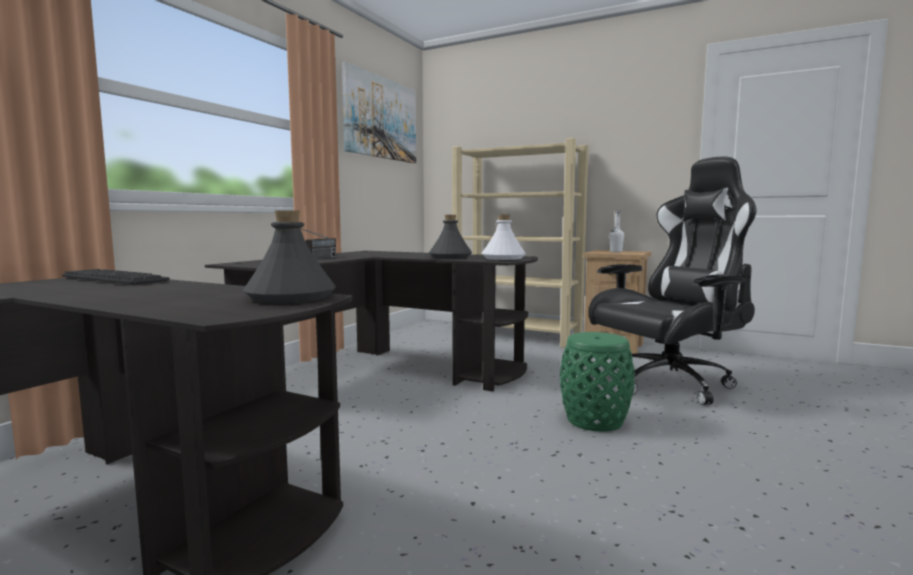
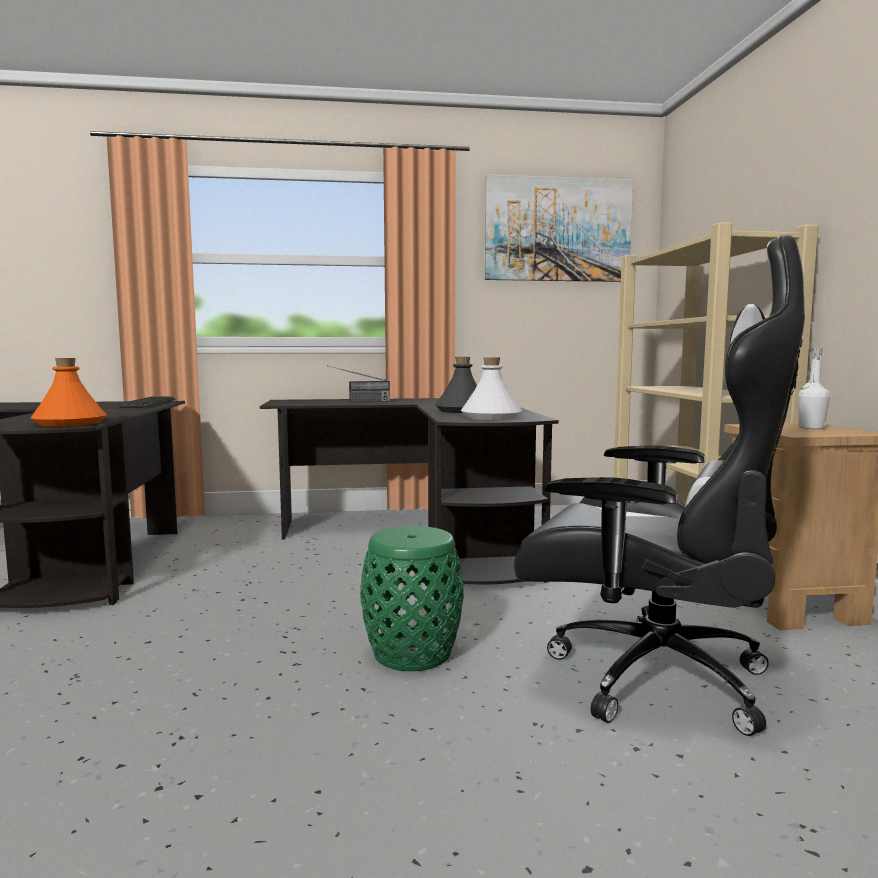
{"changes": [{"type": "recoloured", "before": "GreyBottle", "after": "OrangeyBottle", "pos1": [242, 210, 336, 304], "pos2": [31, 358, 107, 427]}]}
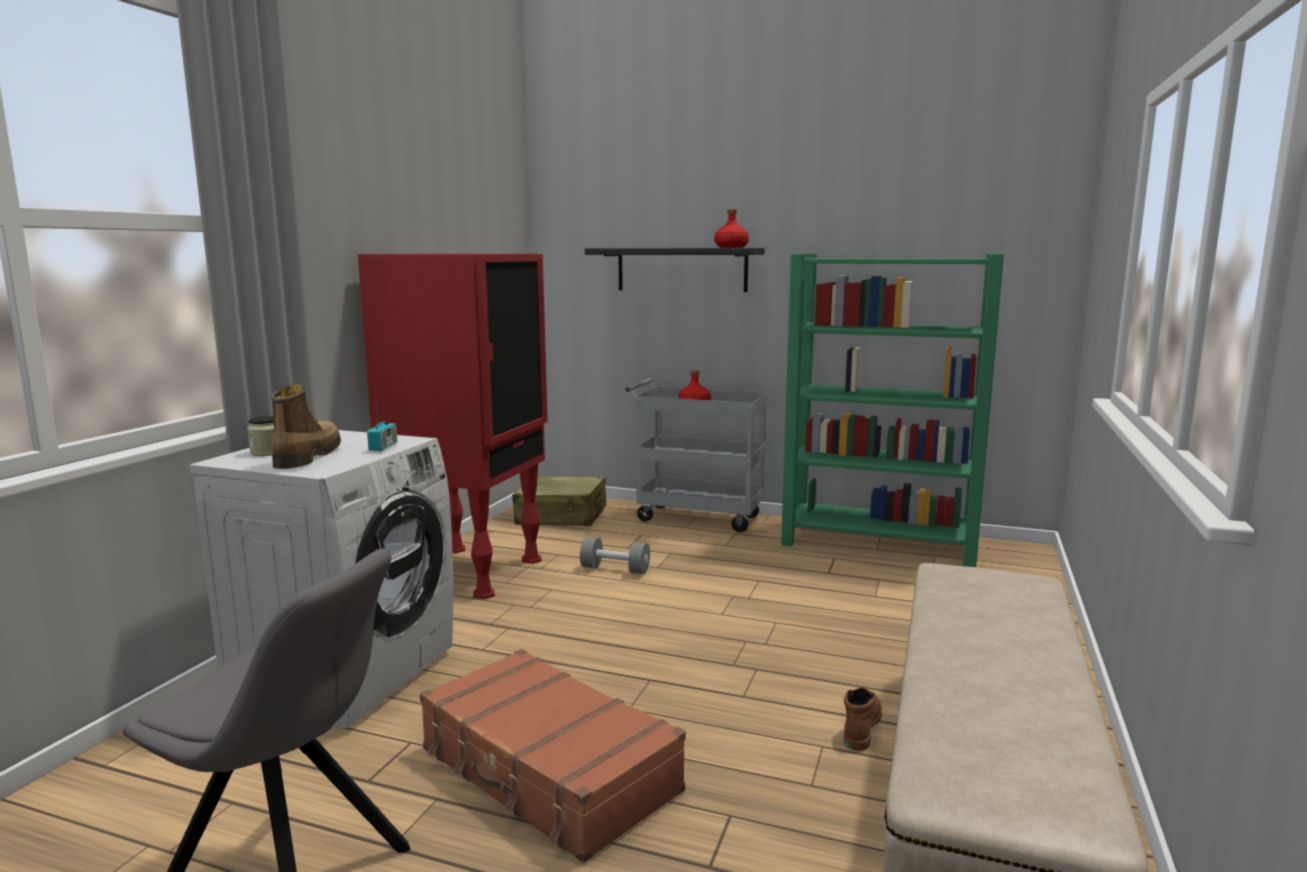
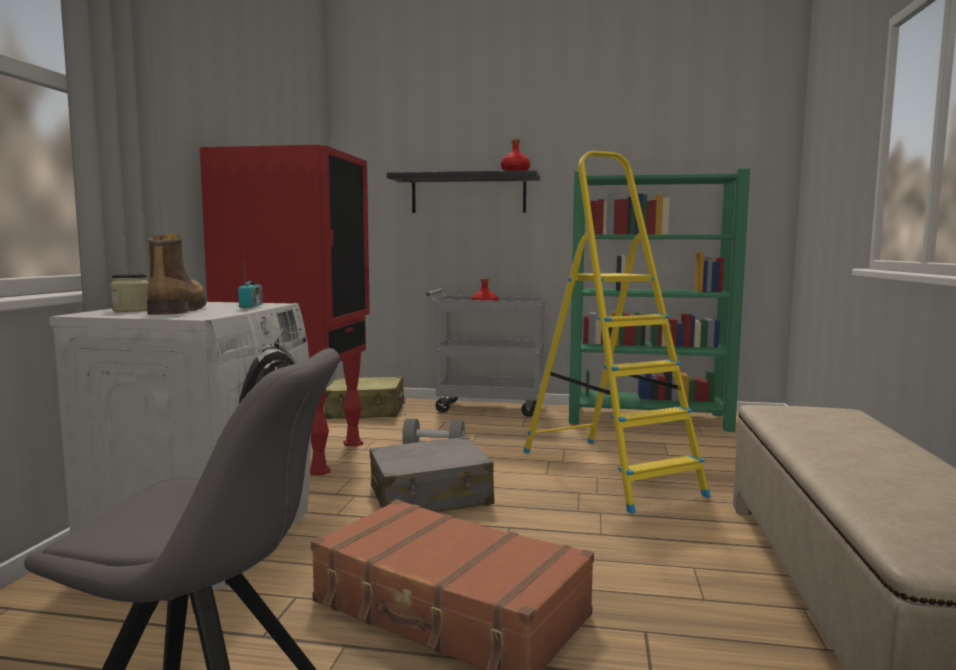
{"changes": [{"type": "removed", "before": "BrownishTallBoot", "pos1": [844, 687, 882, 751]}, {"type": "added", "after": "GreyTravelCase", "pos2": [370, 436, 494, 512]}, {"type": "added", "after": "YellowColouredStepStool", "pos2": [523, 151, 711, 513]}]}
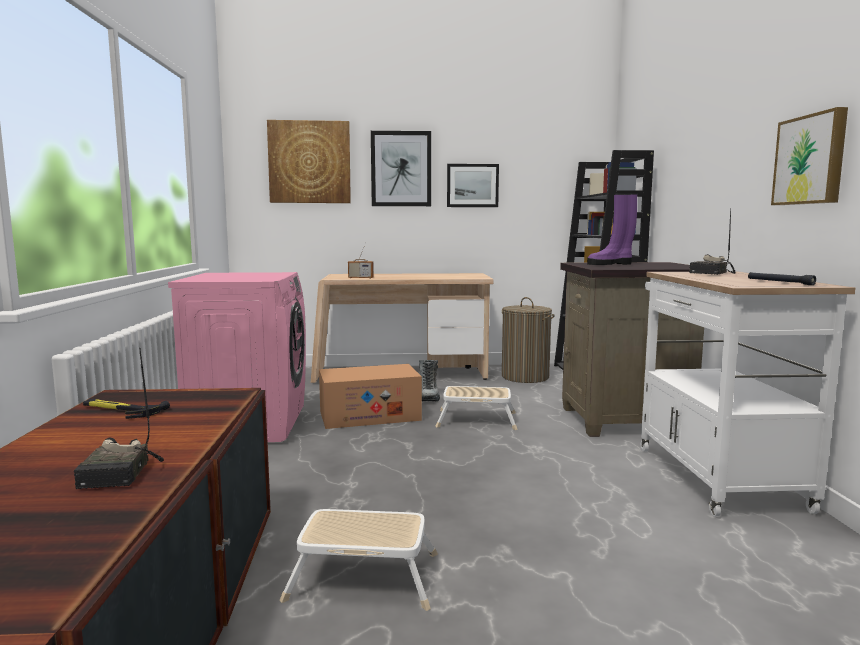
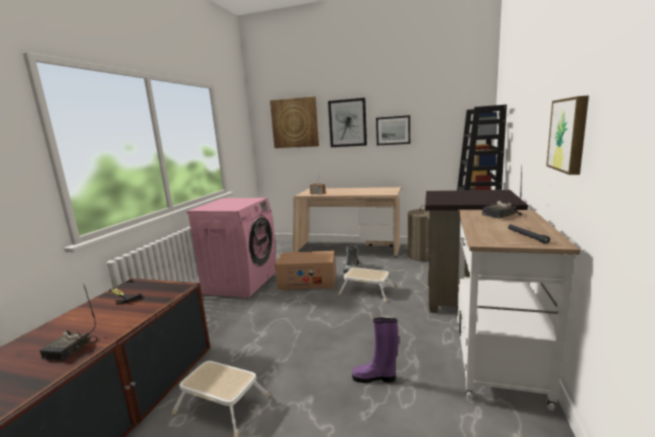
{"changes": [{"type": "moved", "before": "PurpleColouredTallBoot", "pos1": [587, 193, 637, 265], "pos2": [352, 318, 398, 383]}]}
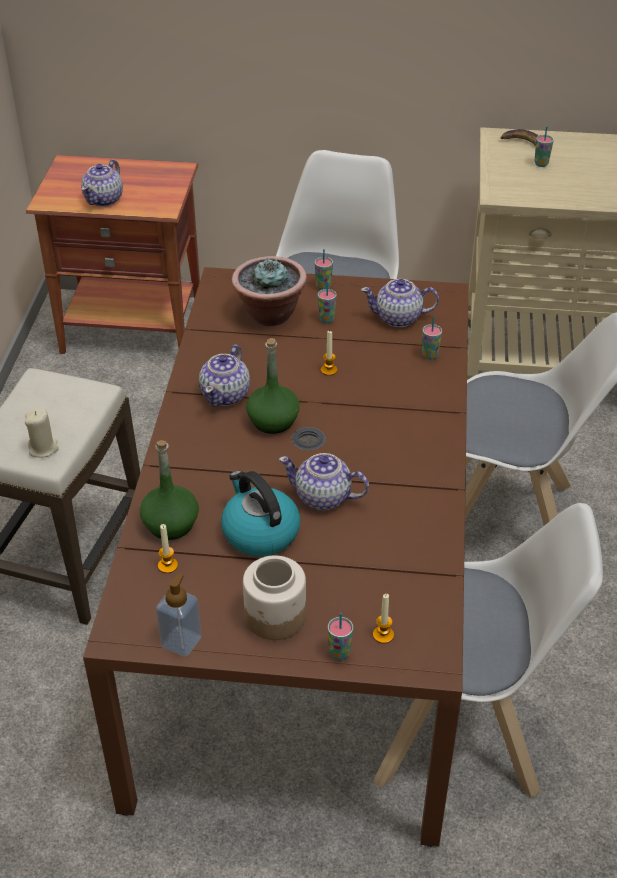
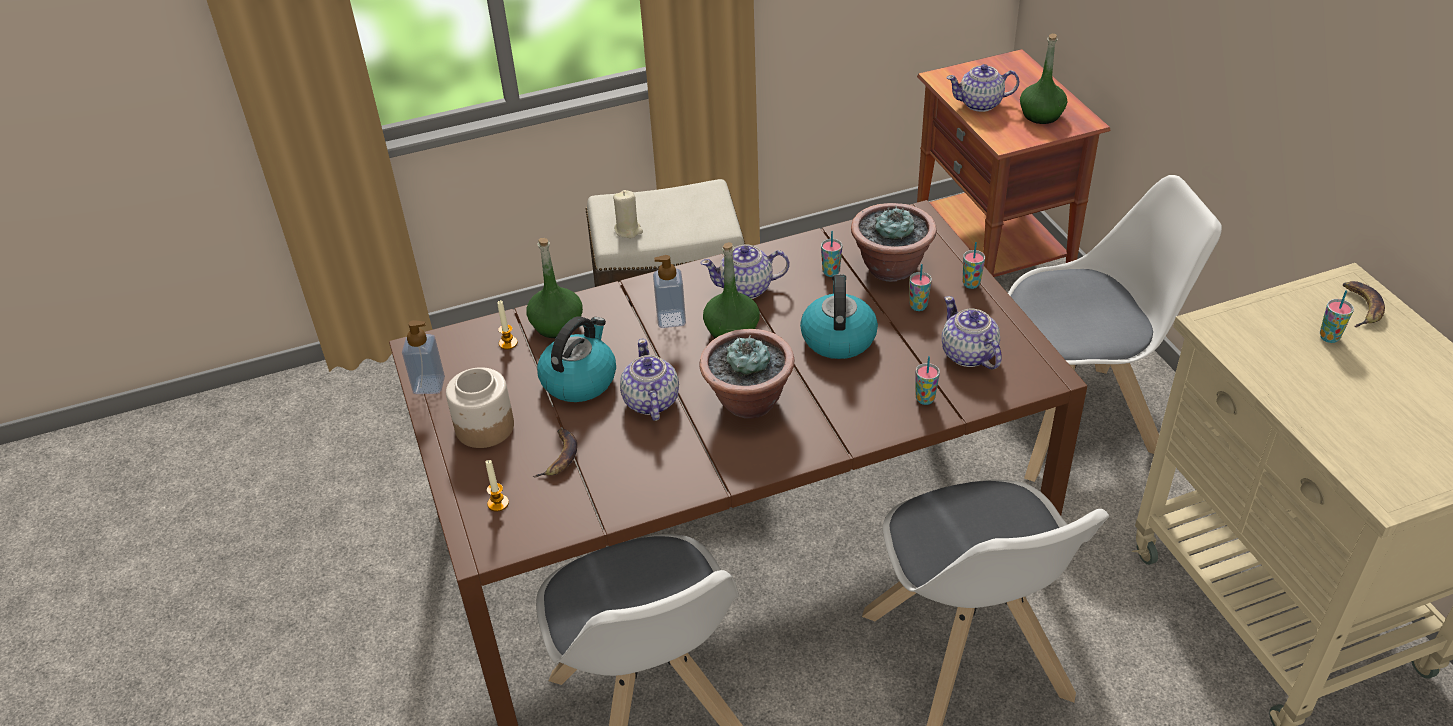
{"changes": [{"type": "replaced", "before": "WaxLight", "after": "WaterKettle", "pos1": [321, 331, 338, 376], "pos2": [800, 274, 878, 359]}, {"type": "moved", "before": "SmallCup", "pos1": [328, 613, 353, 660], "pos2": [821, 231, 842, 277]}, {"type": "added", "after": "BananaFruit", "pos2": [533, 429, 577, 478]}, {"type": "added", "after": "SoapBottle", "pos2": [653, 255, 686, 328]}, {"type": "added", "after": "Houseplant", "pos2": [699, 329, 794, 419]}, {"type": "added", "after": "GreenColouredBottle", "pos2": [1020, 34, 1067, 124]}]}
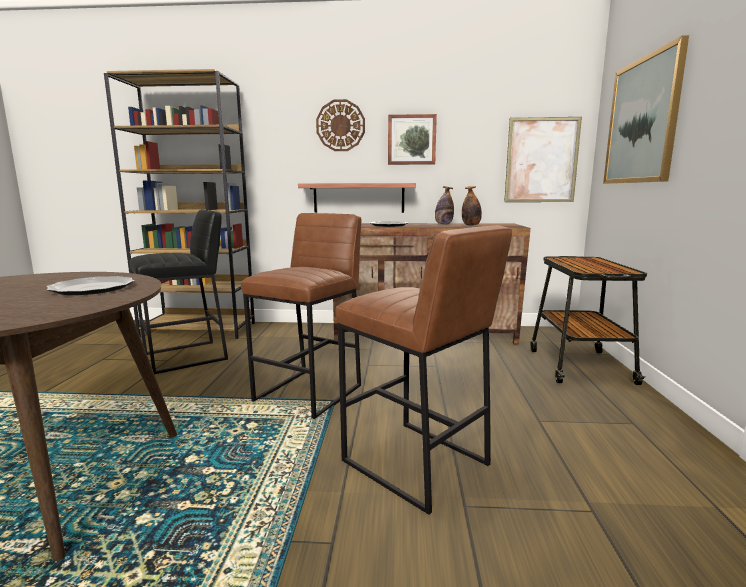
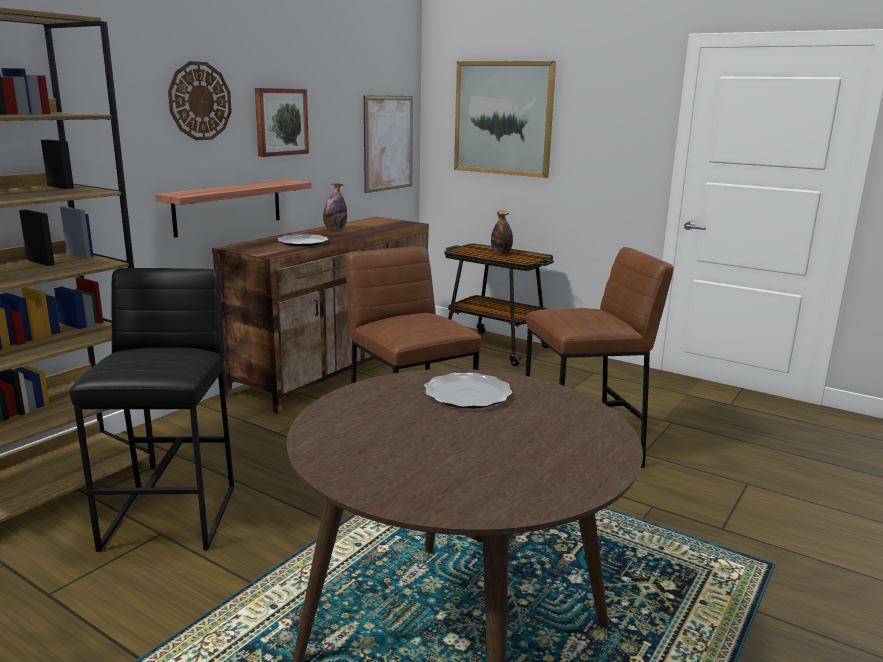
{"changes": [{"type": "moved", "before": "Bottle", "pos1": [462, 186, 482, 226], "pos2": [491, 210, 513, 254]}]}
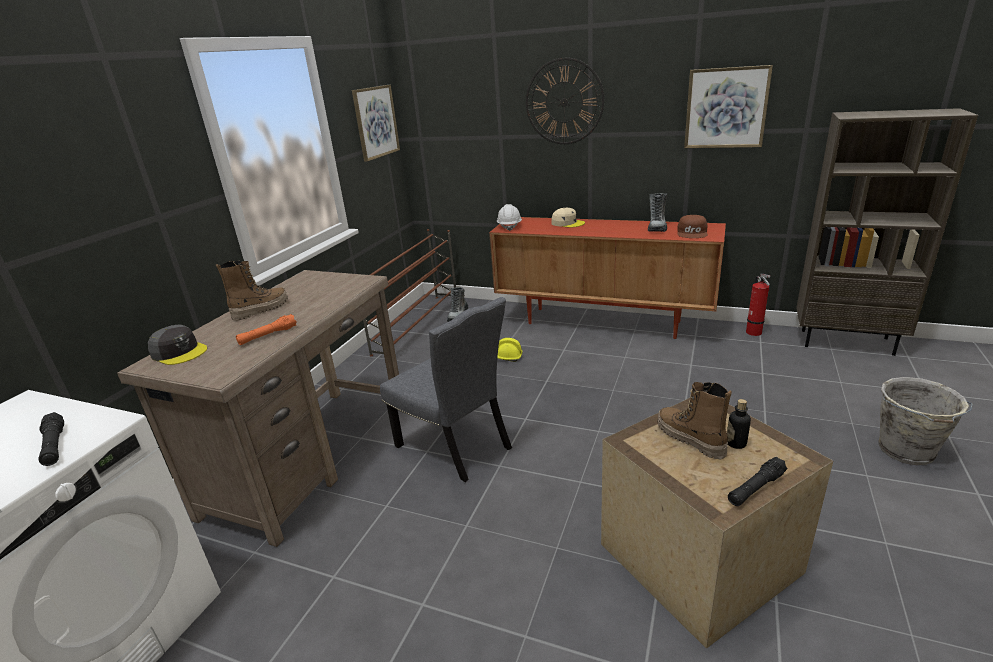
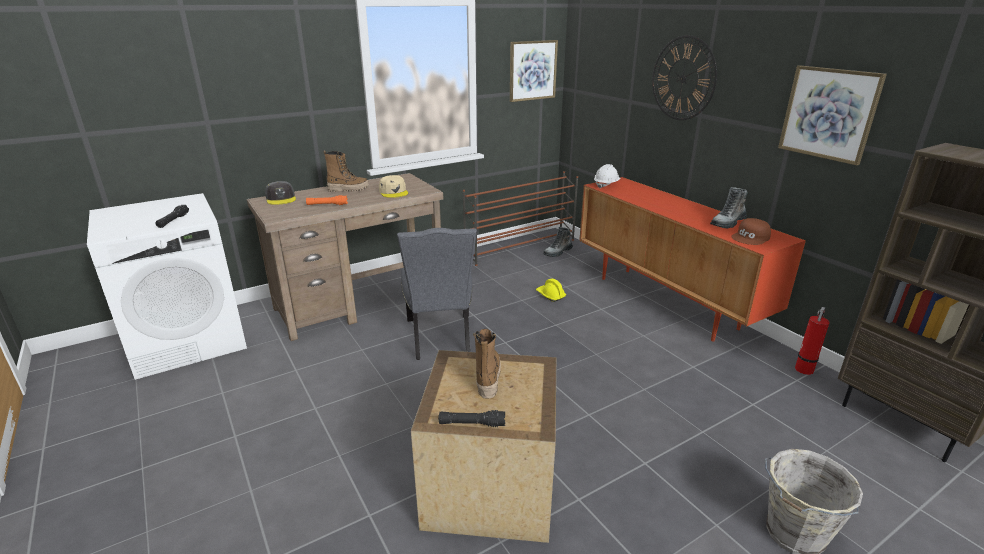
{"changes": [{"type": "moved", "before": "SandColouredBaseballCap", "pos1": [551, 208, 585, 228], "pos2": [379, 175, 408, 198]}, {"type": "removed", "before": "Bottle", "pos1": [727, 399, 751, 449]}]}
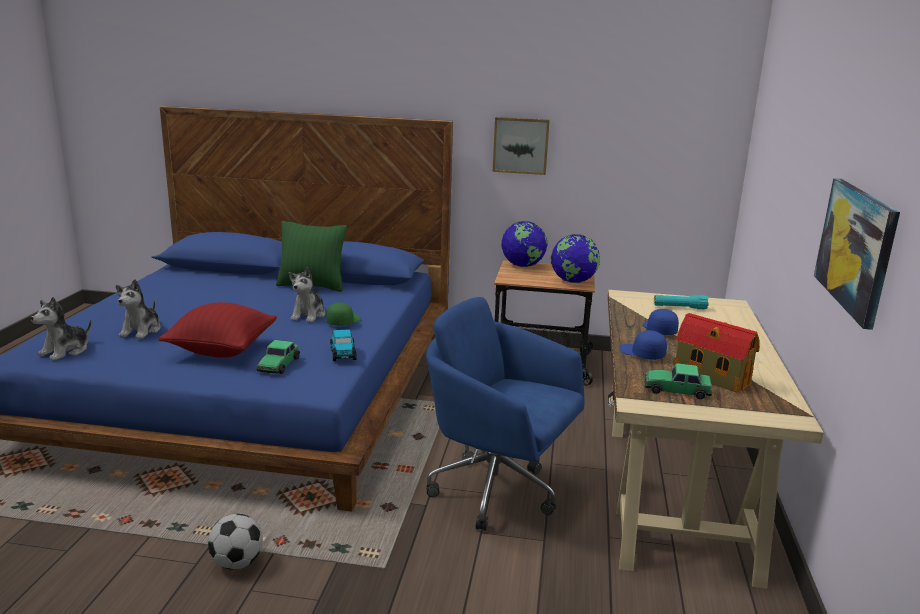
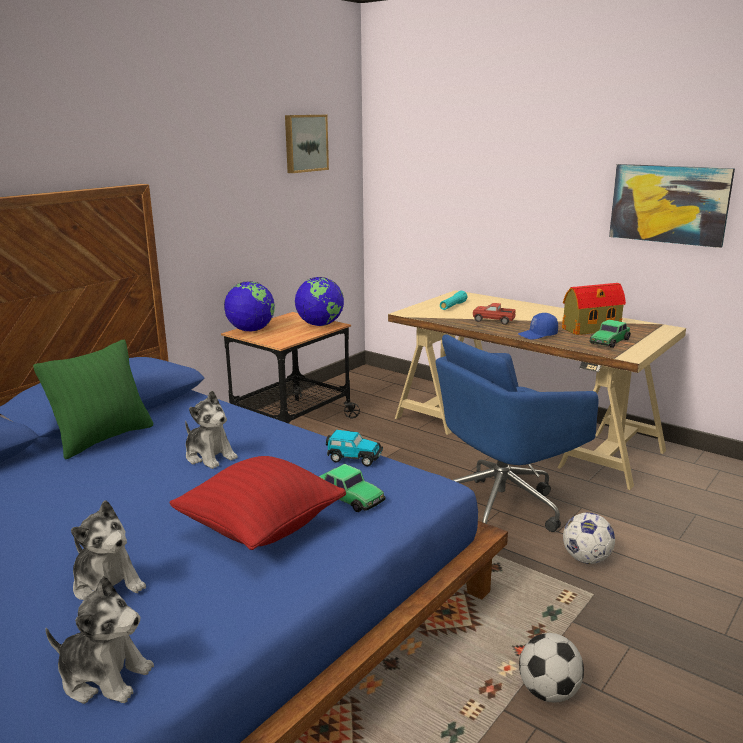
{"changes": [{"type": "turned", "before": "CuddlyToy", "pos1": [31, 297, 92, 361], "pos2": [45, 576, 154, 704], "turn": -45}, {"type": "removed", "before": "GreenColouredBaseballCap", "pos1": [326, 303, 361, 326]}, {"type": "moved", "before": "WallPicture", "pos1": [493, 117, 550, 175], "pos2": [285, 115, 329, 173]}, {"type": "replaced", "before": "BluishBaseballCap", "after": "ModelTruck", "pos1": [643, 309, 679, 335], "pos2": [473, 303, 516, 325]}, {"type": "added", "after": "Football", "pos2": [563, 512, 615, 564]}]}
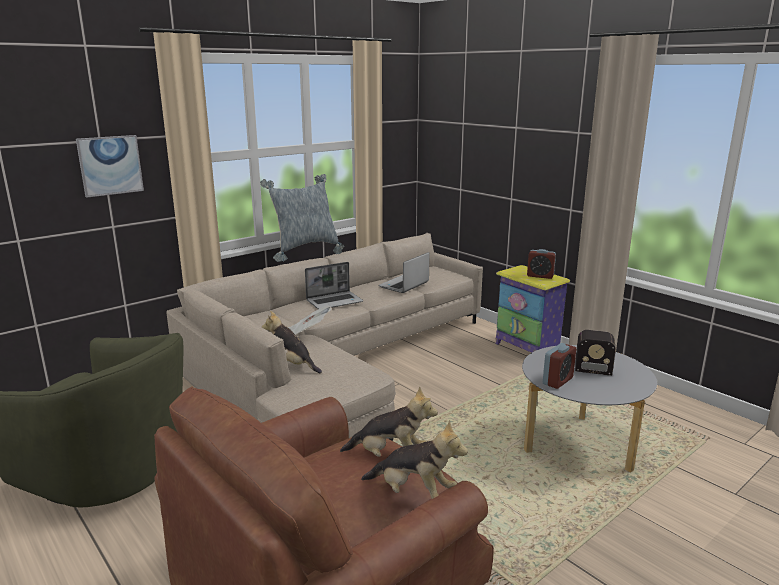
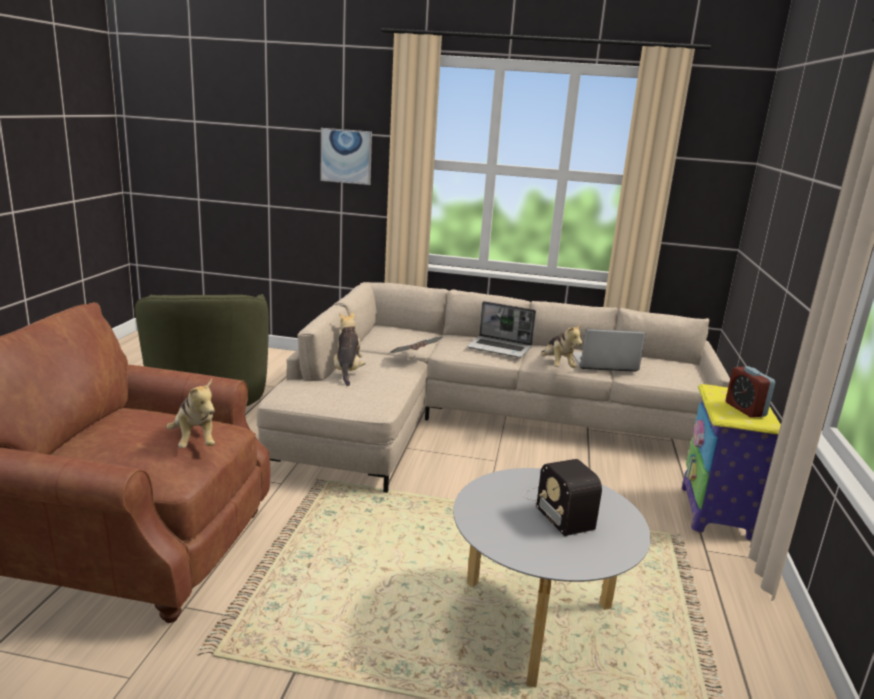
{"changes": [{"type": "removed", "before": "Pillow", "pos1": [260, 174, 344, 262]}, {"type": "moved", "before": "CuddlyToy", "pos1": [361, 420, 468, 499], "pos2": [541, 323, 582, 368]}, {"type": "removed", "before": "BedsideClock", "pos1": [543, 343, 576, 389]}]}
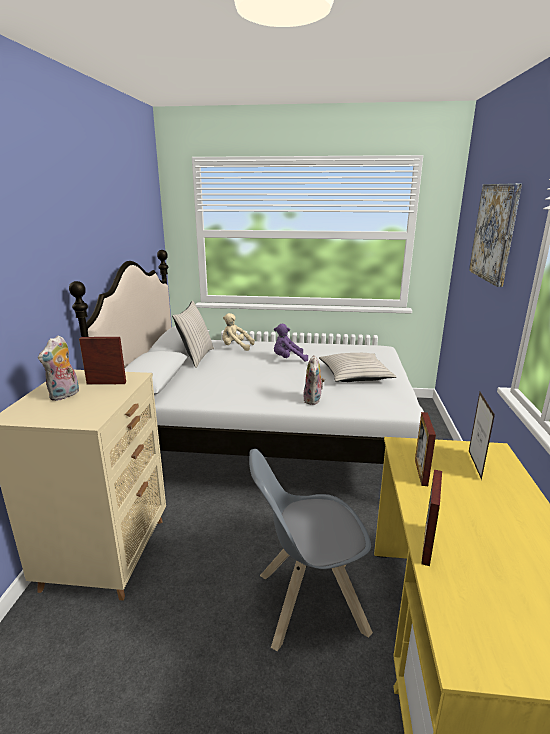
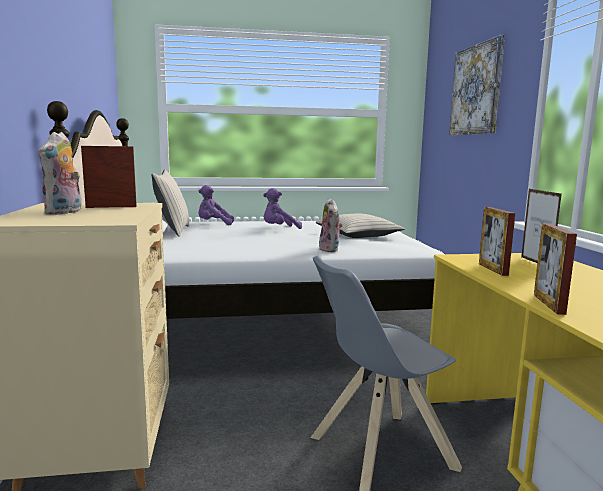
{"changes": [{"type": "recoloured", "before": "SandColouredCuddlyToy", "after": "PurpleColouredCuddlyToy", "pos1": [223, 313, 255, 351], "pos2": [198, 185, 234, 225]}]}
